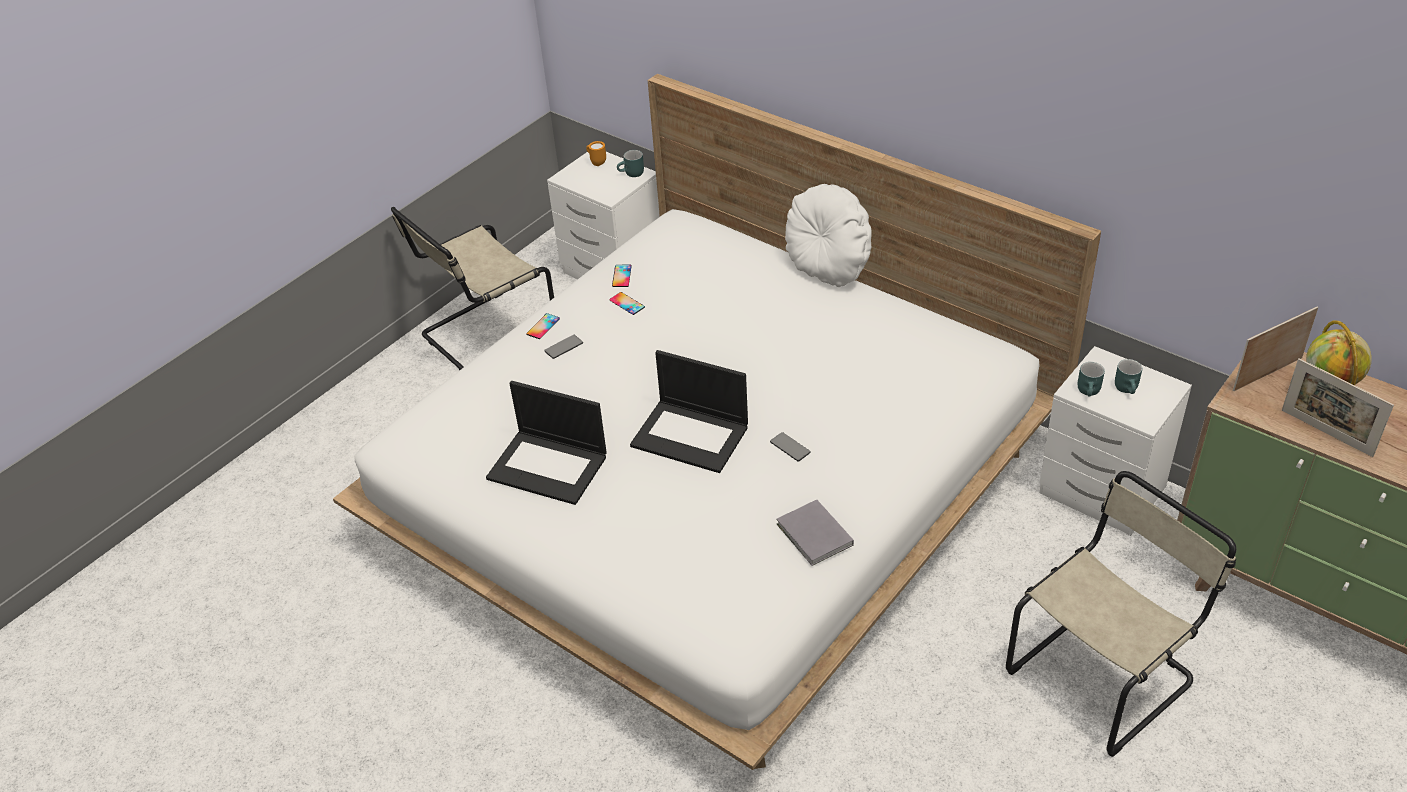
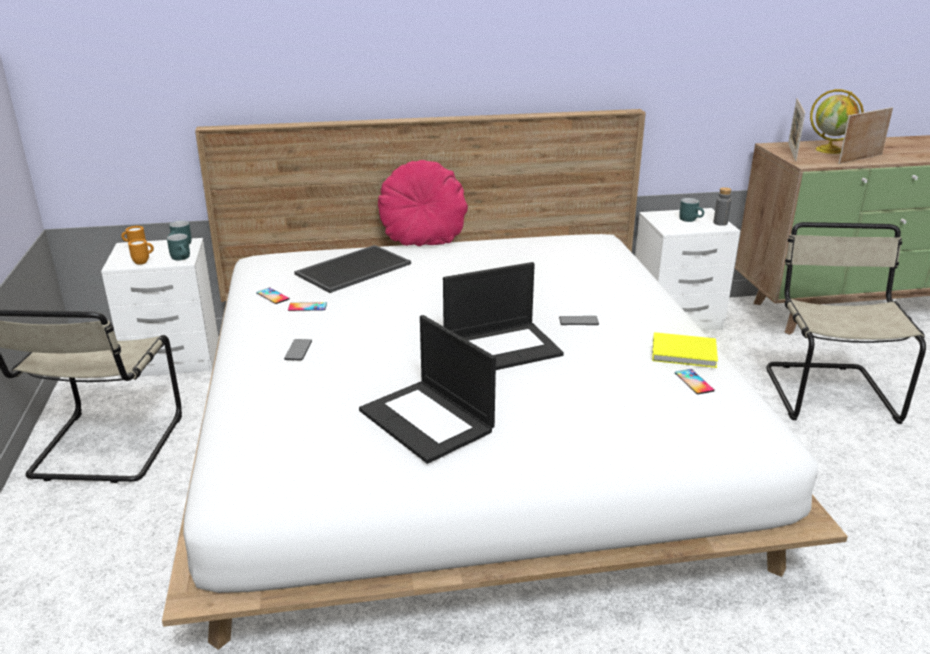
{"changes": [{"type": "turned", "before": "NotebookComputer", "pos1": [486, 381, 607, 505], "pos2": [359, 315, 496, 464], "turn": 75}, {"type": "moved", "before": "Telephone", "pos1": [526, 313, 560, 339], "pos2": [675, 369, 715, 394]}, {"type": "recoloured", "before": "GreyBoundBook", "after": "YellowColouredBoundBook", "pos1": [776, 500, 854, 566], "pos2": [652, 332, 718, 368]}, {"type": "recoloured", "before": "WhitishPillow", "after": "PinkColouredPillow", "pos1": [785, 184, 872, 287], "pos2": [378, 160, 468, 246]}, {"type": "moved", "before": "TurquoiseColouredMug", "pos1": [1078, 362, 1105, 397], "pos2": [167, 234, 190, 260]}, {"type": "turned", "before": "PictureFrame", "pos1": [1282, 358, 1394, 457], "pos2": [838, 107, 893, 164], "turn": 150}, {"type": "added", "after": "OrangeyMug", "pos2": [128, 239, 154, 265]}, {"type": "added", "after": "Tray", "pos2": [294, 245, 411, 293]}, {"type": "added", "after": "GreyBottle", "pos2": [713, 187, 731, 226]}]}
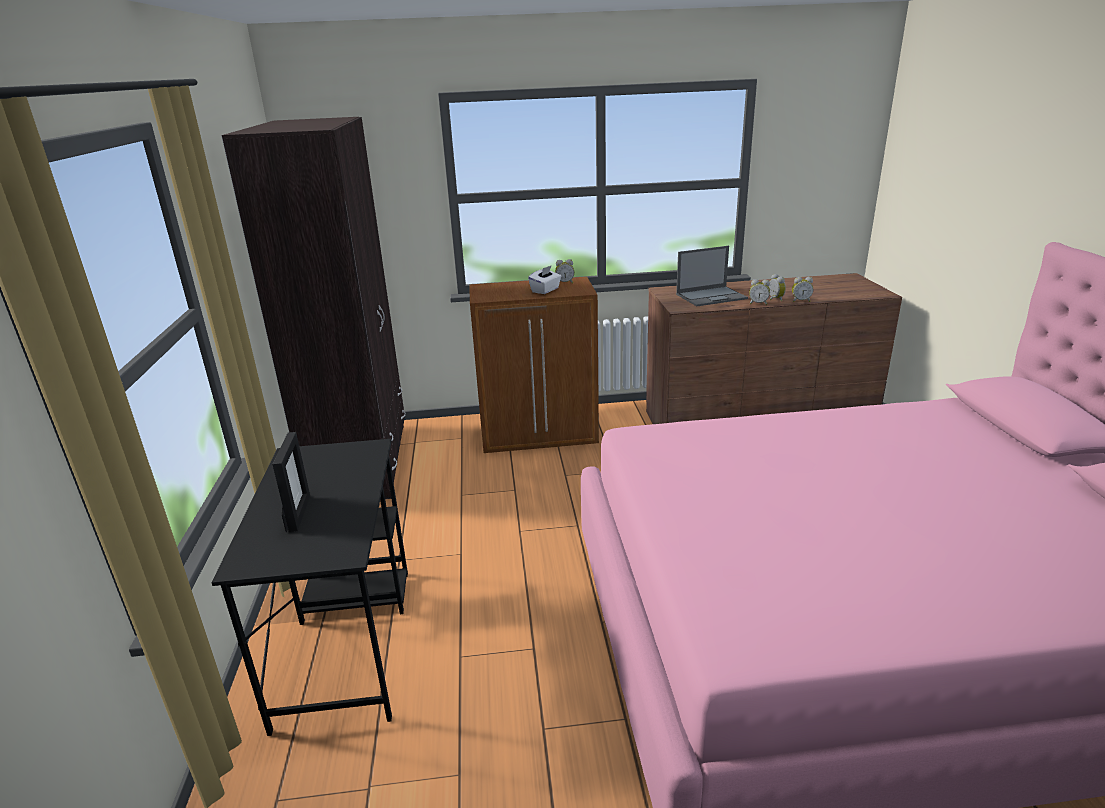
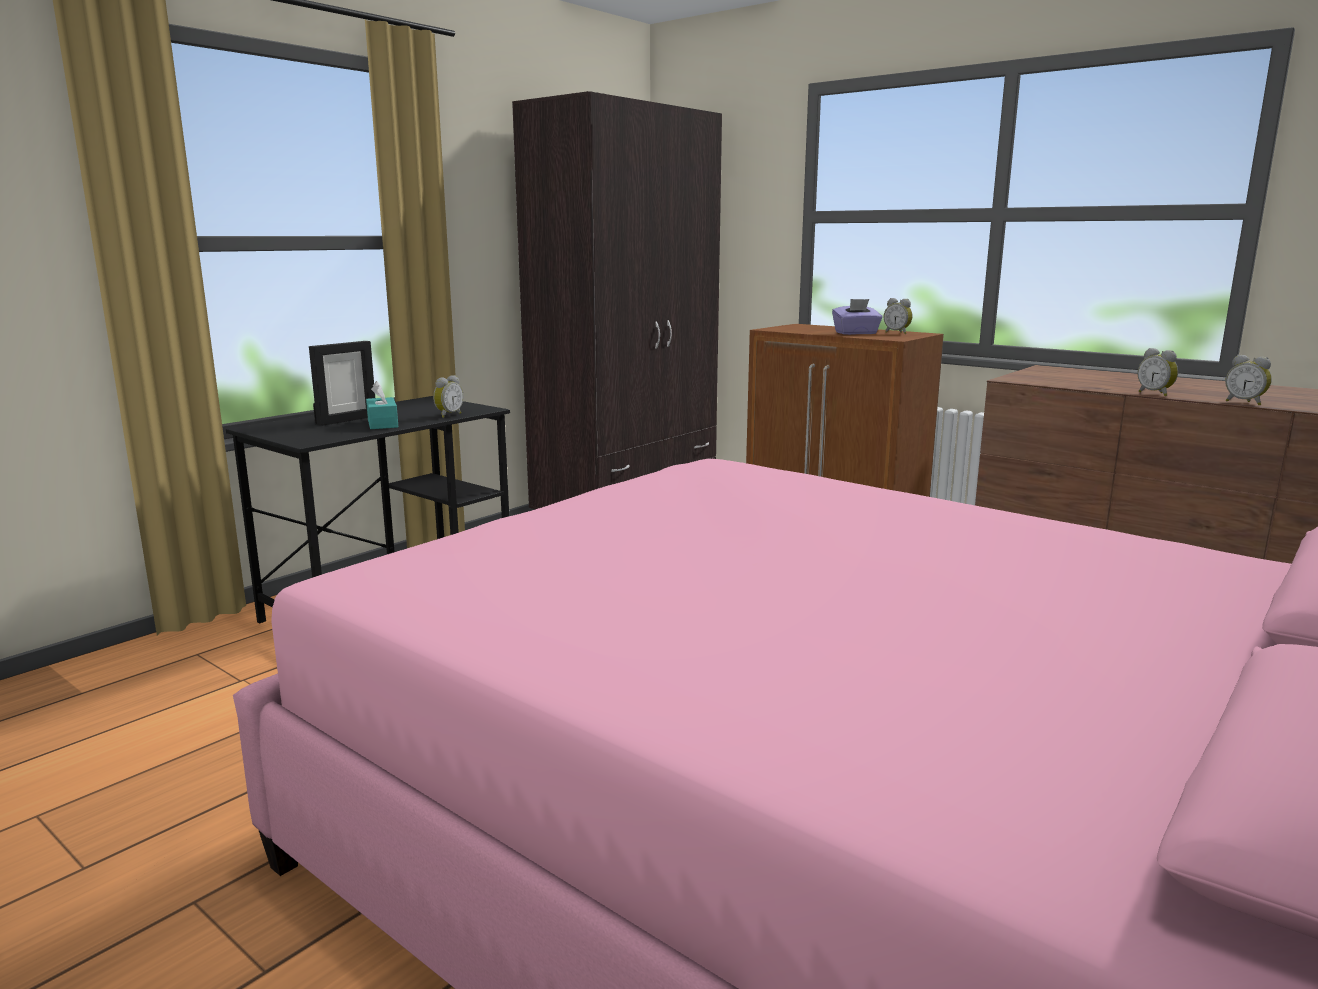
{"changes": [{"type": "recoloured", "before": "WhitishTissueBox", "after": "PurpleColouredTissueBox", "pos1": [528, 265, 561, 294], "pos2": [832, 299, 883, 335]}, {"type": "removed", "before": "NotebookComputer", "pos1": [676, 246, 748, 306]}, {"type": "moved", "before": "BedsideClock", "pos1": [769, 274, 786, 302], "pos2": [433, 375, 464, 418]}, {"type": "added", "after": "TurquoiseColouredTissueBox", "pos2": [366, 381, 398, 429]}]}
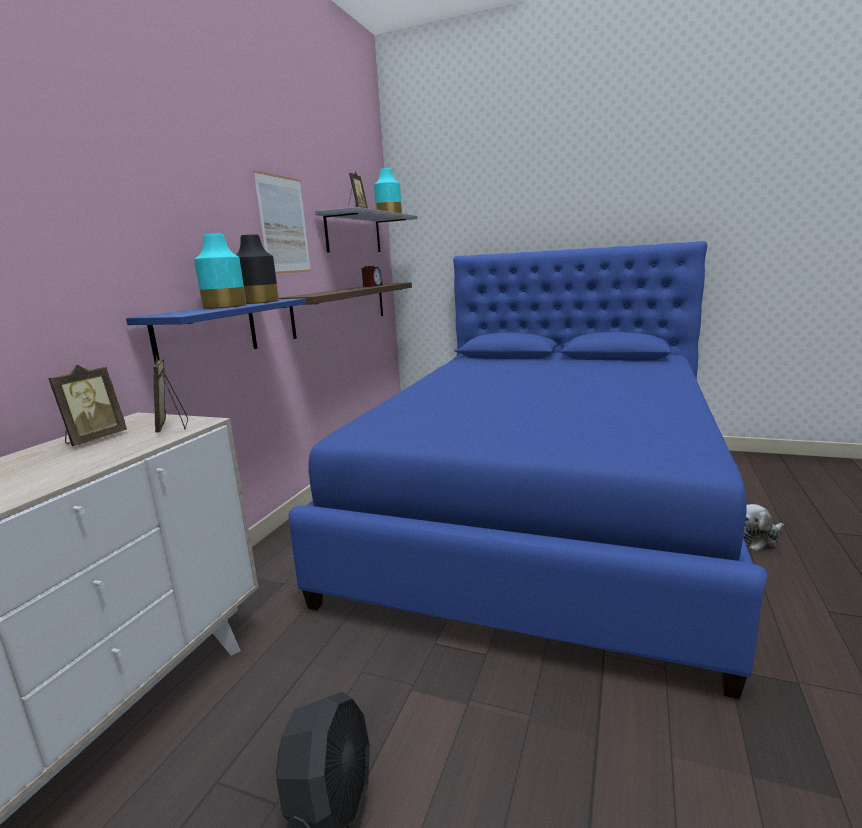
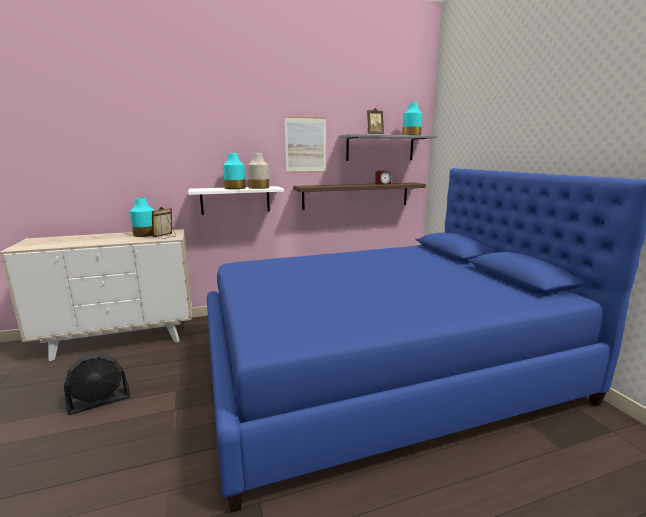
{"changes": [{"type": "replaced", "before": "PictureFrame", "after": "TurquoiseColouredFlowerVase", "pos1": [48, 364, 127, 446], "pos2": [130, 198, 154, 237]}, {"type": "recoloured", "before": "BluishShelf", "after": "WhitishShelf", "pos1": [126, 298, 306, 364], "pos2": [188, 186, 284, 215]}, {"type": "recoloured", "before": "BlackishFlowerVase", "after": "SandColouredFlowerVase", "pos1": [236, 234, 279, 304], "pos2": [248, 153, 269, 189]}, {"type": "removed", "before": "CuddlyToy", "pos1": [743, 504, 784, 551]}]}
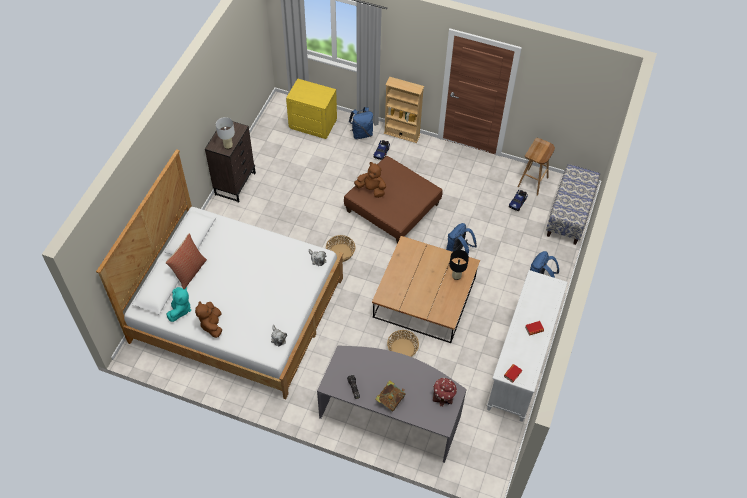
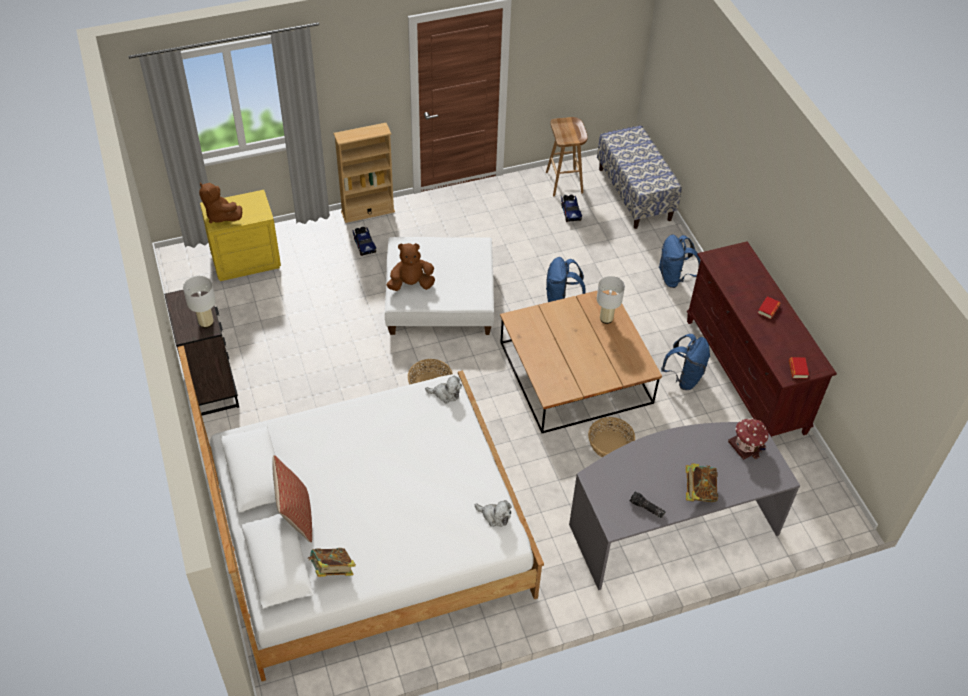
{"changes": [{"type": "replaced", "before": "TurquoiseColouredCuddlyToy", "after": "BoundBook", "pos1": [166, 287, 191, 322], "pos2": [307, 548, 356, 577]}, {"type": "moved", "before": "BrownishCuddlyToy", "pos1": [195, 301, 222, 338], "pos2": [199, 182, 242, 223]}, {"type": "recoloured", "before": "BrownishFootrest", "after": "WhitishFootrest", "pos1": [344, 156, 443, 244], "pos2": [385, 237, 494, 335]}, {"type": "moved", "before": "BluishKnapsack", "pos1": [349, 107, 373, 140], "pos2": [661, 334, 710, 390]}, {"type": "recoloured", "before": "BlackishLampForATable", "after": "WhitishLampForATable", "pos1": [450, 250, 469, 280], "pos2": [597, 276, 625, 324]}, {"type": "recoloured", "before": "WhitishDrawerChest", "after": "RedDrawerChest", "pos1": [487, 270, 568, 422], "pos2": [687, 241, 837, 438]}]}
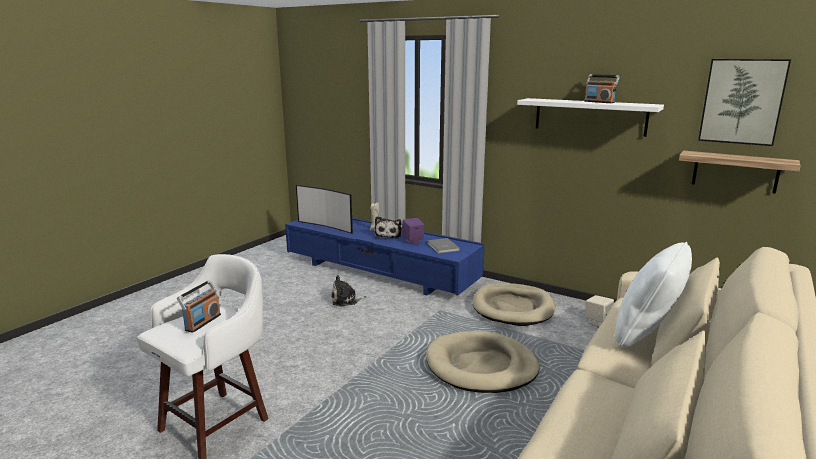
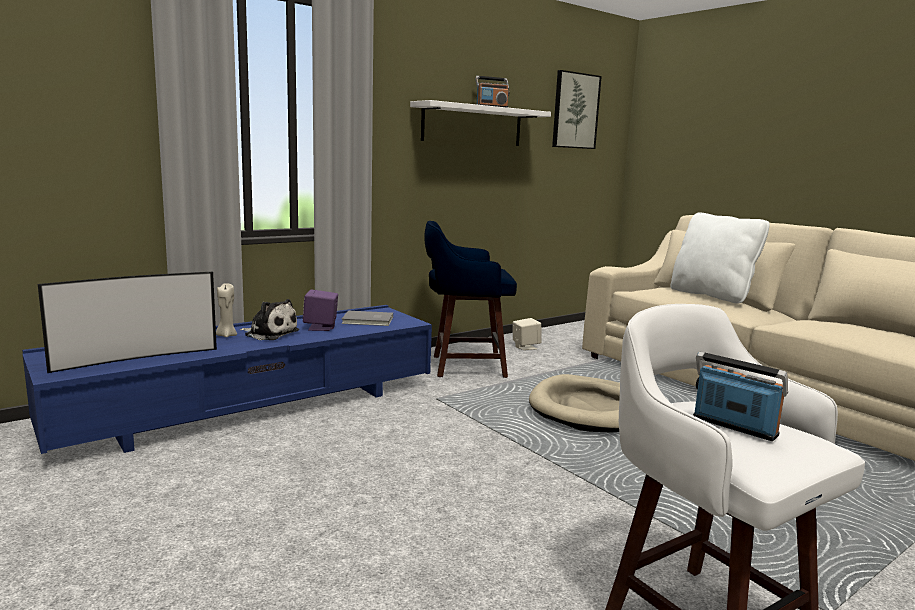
{"changes": [{"type": "removed", "before": "CuddlyToy", "pos1": [331, 275, 366, 306]}, {"type": "replaced", "before": "SandColouredDogCushion", "after": "BluishSittingStool", "pos1": [473, 283, 555, 326], "pos2": [425, 221, 517, 378]}, {"type": "removed", "before": "Shelf", "pos1": [679, 151, 801, 194]}]}
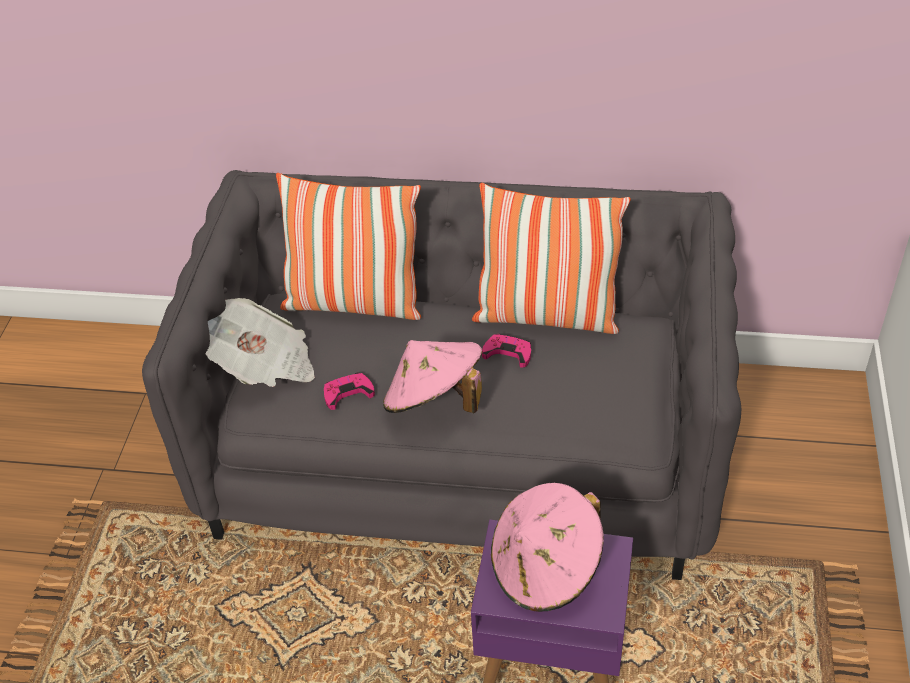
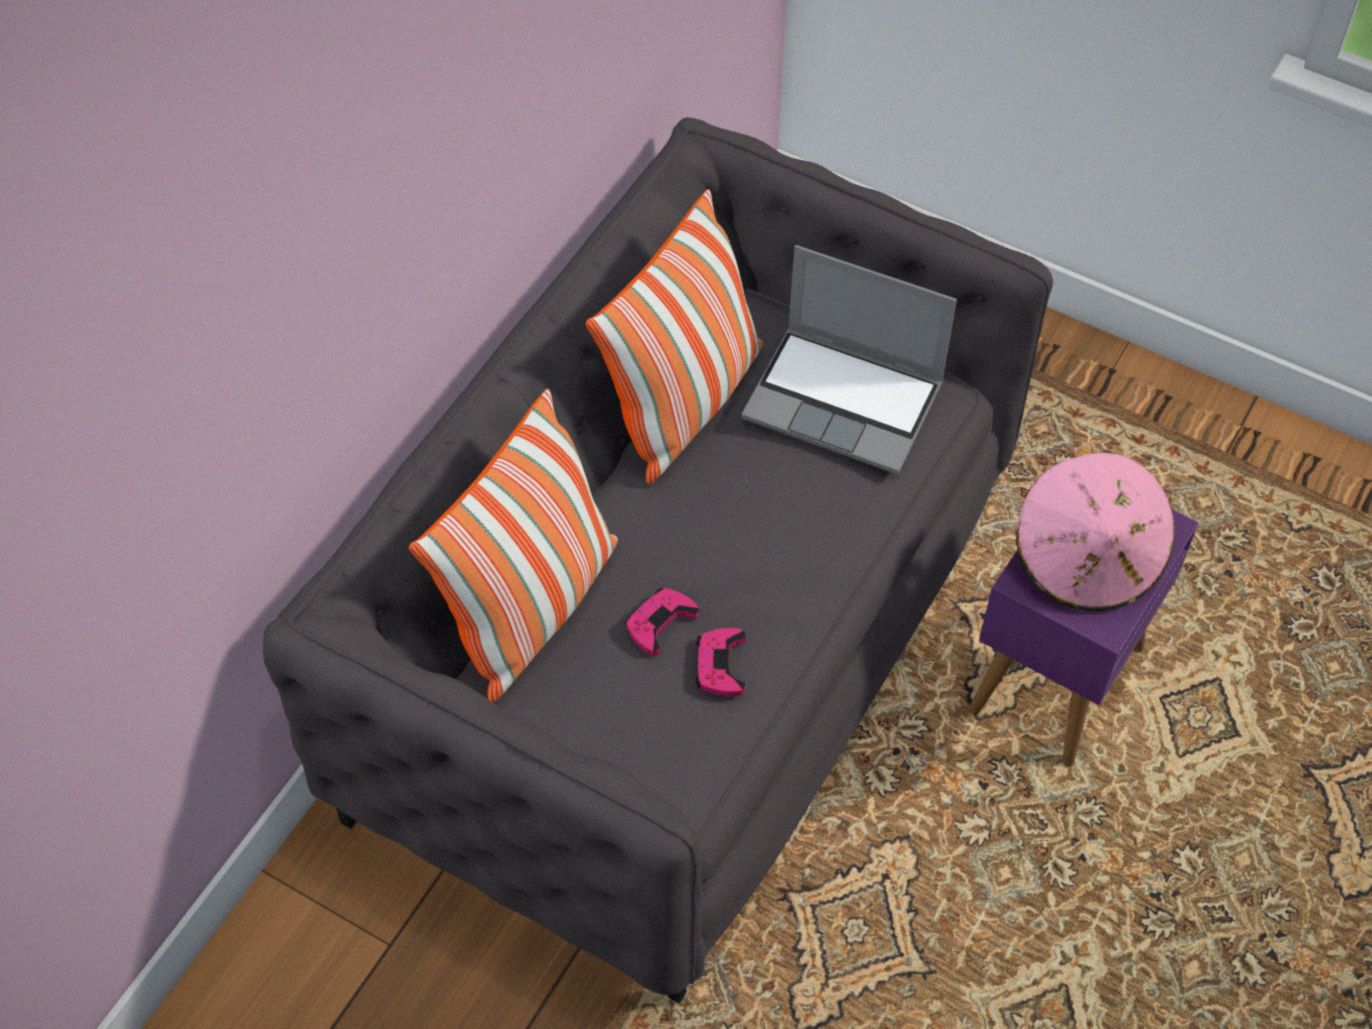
{"changes": [{"type": "removed", "before": "PrintedPaper", "pos1": [205, 298, 315, 387]}, {"type": "removed", "before": "PinkColouredClothingHat", "pos1": [383, 340, 482, 413]}, {"type": "moved", "before": "PinkColouredGamepad", "pos1": [482, 334, 531, 367], "pos2": [625, 588, 699, 656]}, {"type": "added", "after": "NotebookComputer", "pos2": [741, 245, 957, 475]}]}
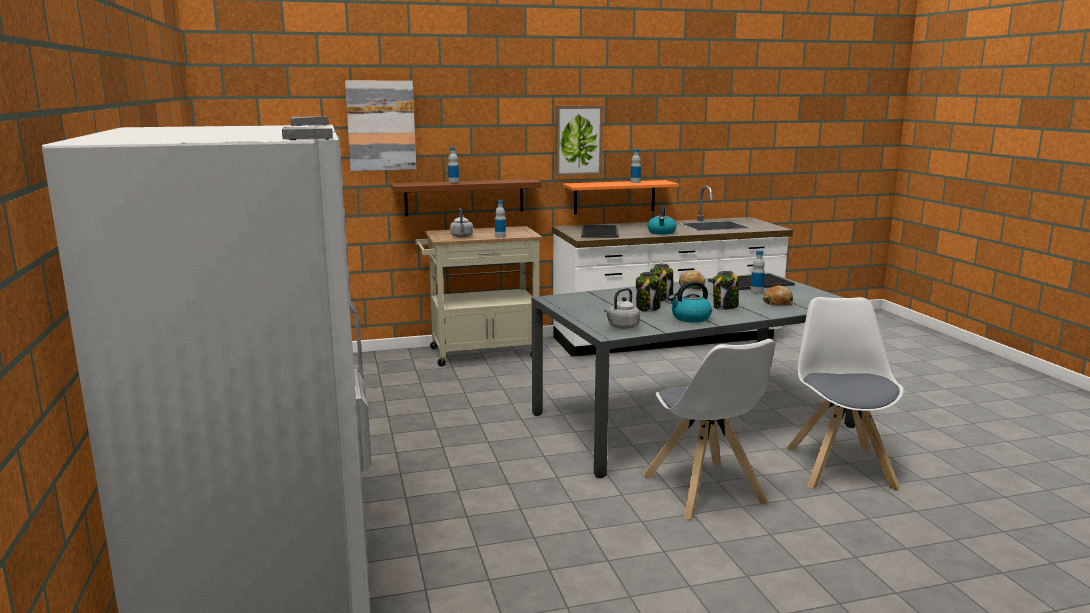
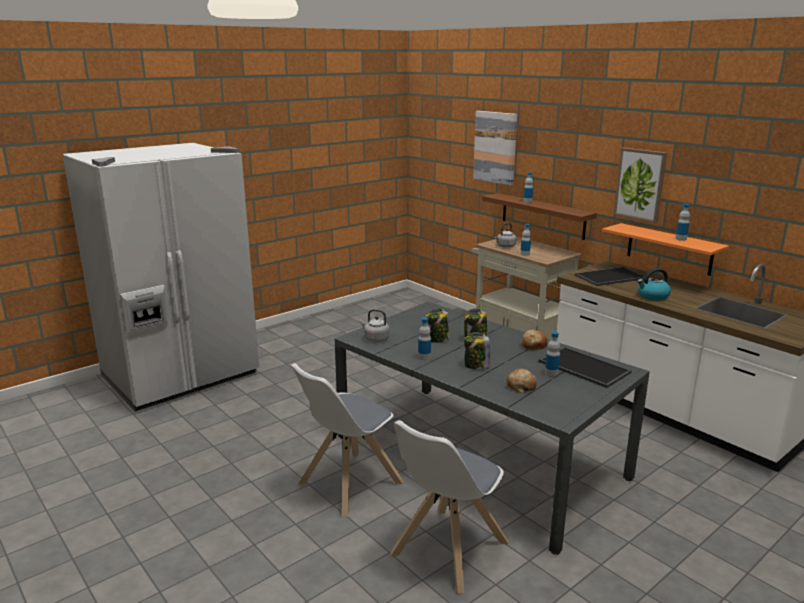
{"changes": [{"type": "replaced", "before": "WaterKettle", "after": "Bottle", "pos1": [669, 281, 712, 323], "pos2": [418, 318, 431, 360]}, {"type": "turned", "before": "PlainChair", "pos1": [786, 297, 904, 491], "pos2": [390, 420, 508, 594], "turn": 150}]}
